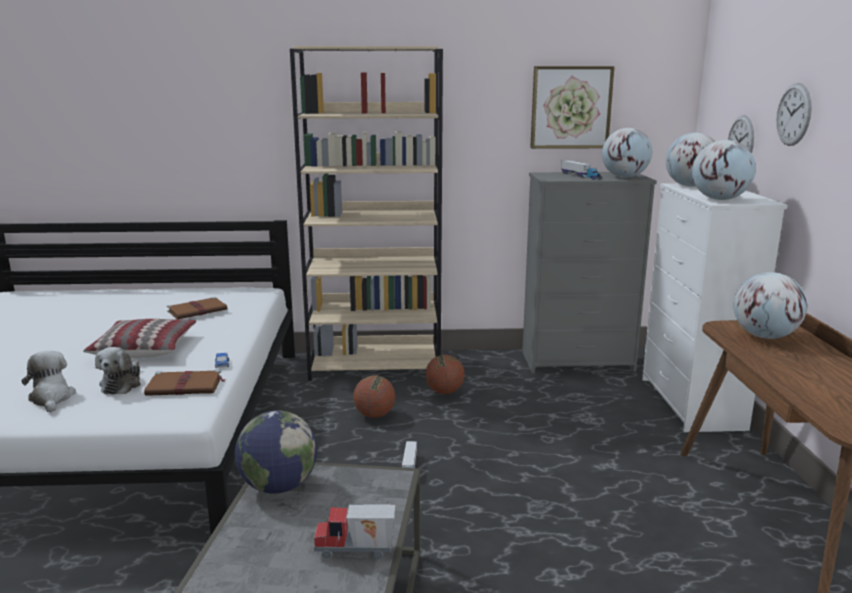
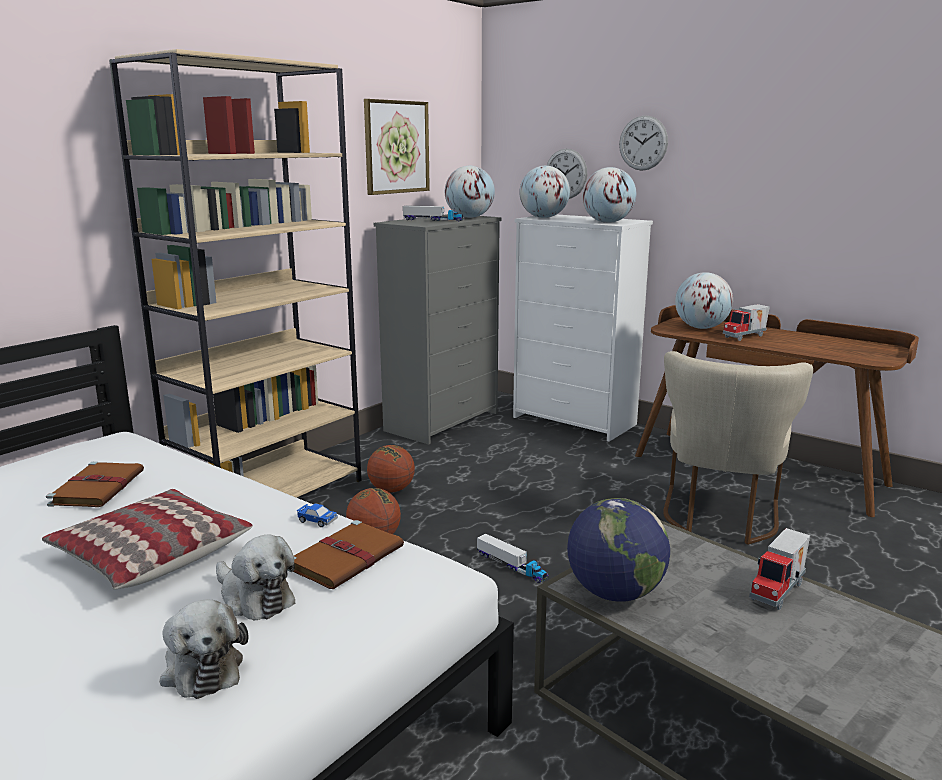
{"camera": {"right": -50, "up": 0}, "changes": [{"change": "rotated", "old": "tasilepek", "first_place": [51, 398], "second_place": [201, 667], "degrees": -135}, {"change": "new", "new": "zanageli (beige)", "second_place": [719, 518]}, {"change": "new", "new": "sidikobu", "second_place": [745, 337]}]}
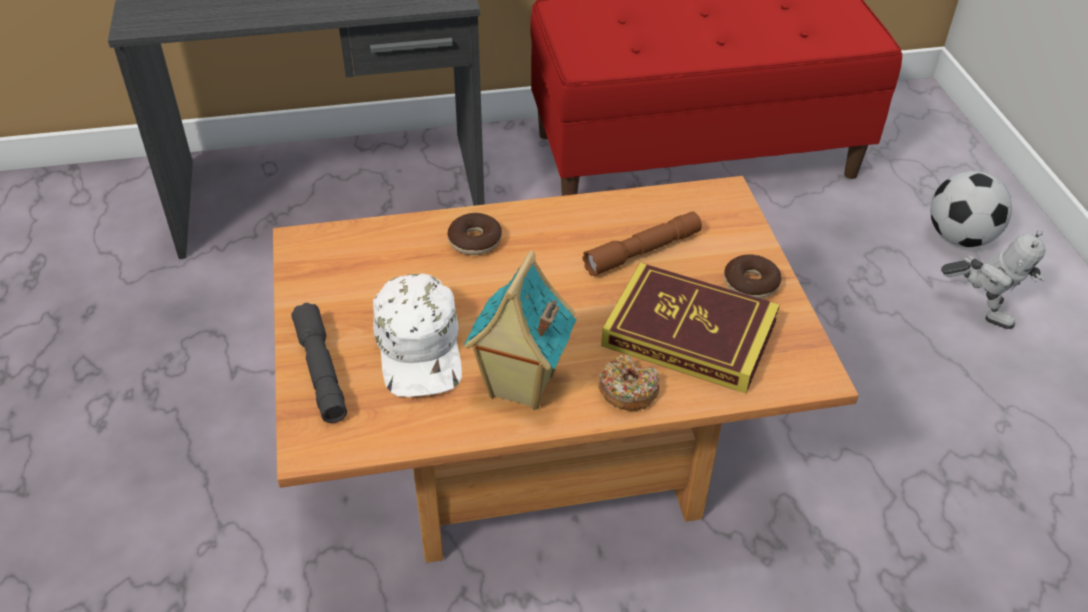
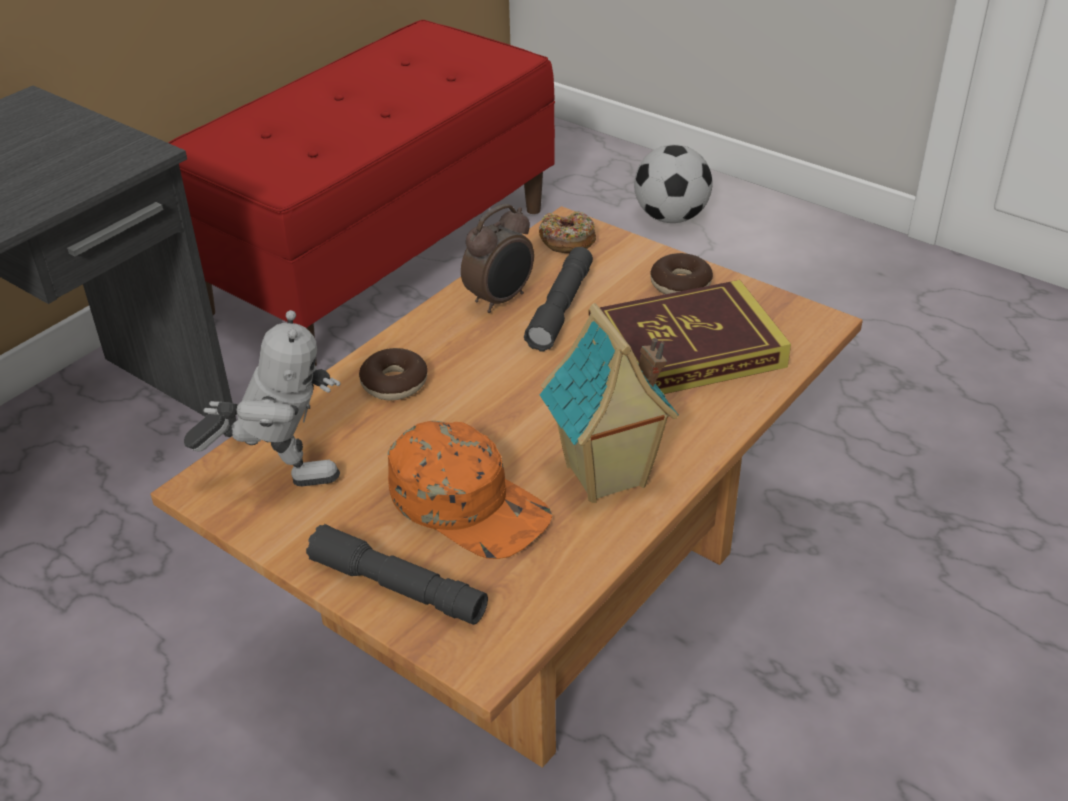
{"camera": {"right": -40, "up": -5}, "changes": [{"change": "repainted", "old": "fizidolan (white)", "new": "fizidolan (orange)", "first_place": [420, 347], "second_place": [469, 503]}, {"change": "repainted", "old": "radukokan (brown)", "new": "radukokan (grey)", "first_place": [642, 252], "second_place": [561, 308]}, {"change": "shifted", "old": "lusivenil", "first_place": [628, 390], "second_place": [567, 240]}, {"change": "shifted", "old": "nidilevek", "first_place": [980, 310], "second_place": [280, 475]}, {"change": "new", "new": "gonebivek", "second_place": [501, 300]}]}
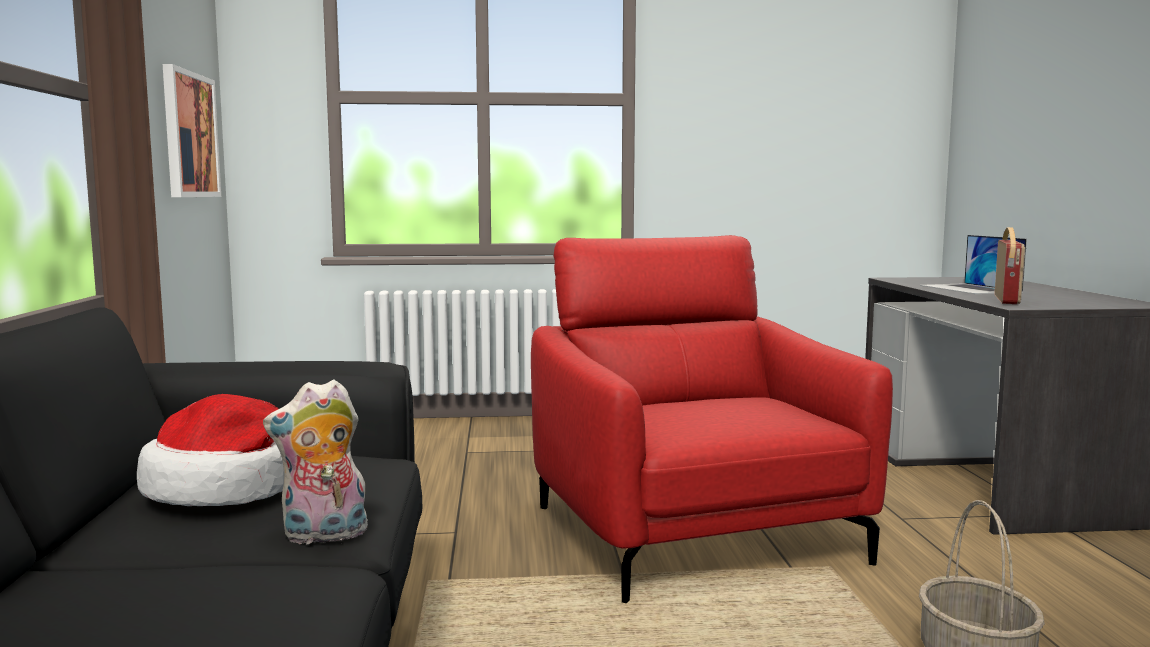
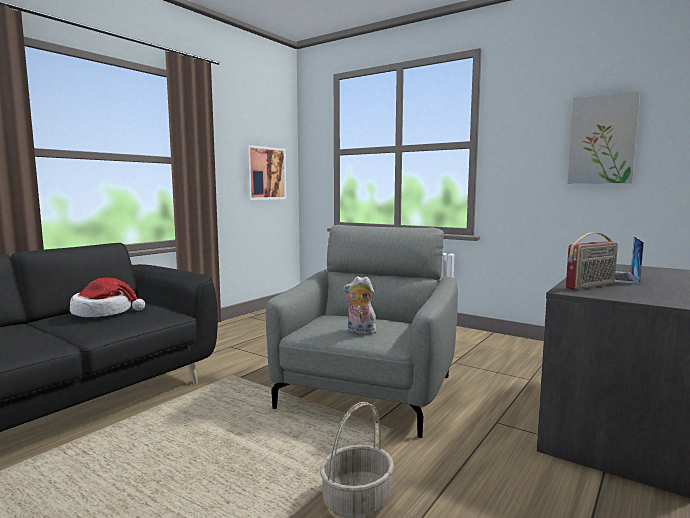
{"camera": {"right": 40, "up": 0}, "changes": [{"change": "shifted", "old": "tasilepek", "first_place": [323, 536], "second_place": [360, 332]}, {"change": "repainted", "old": "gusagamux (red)", "new": "gusagamux (grey)", "first_place": [696, 534], "second_place": [367, 392]}, {"change": "new", "new": "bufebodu", "second_place": [602, 140]}]}
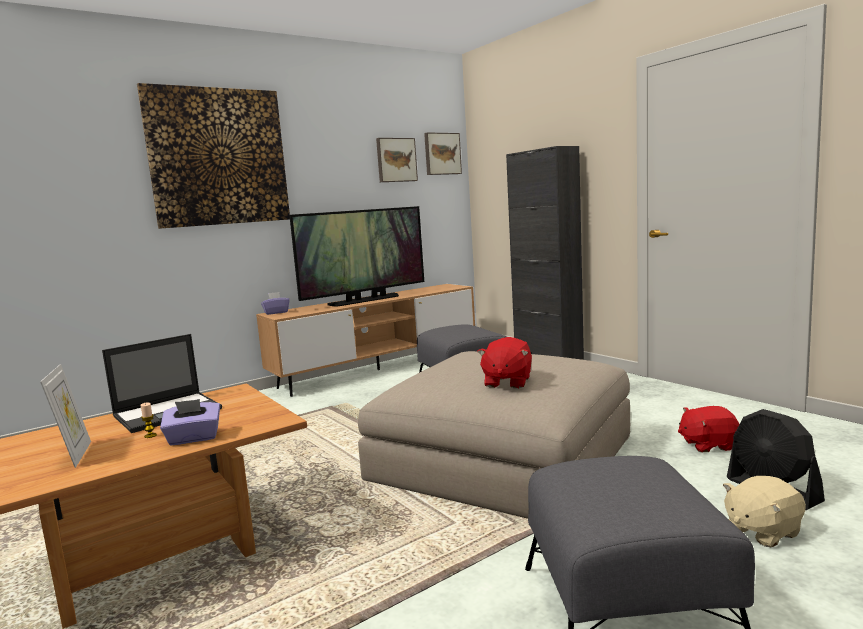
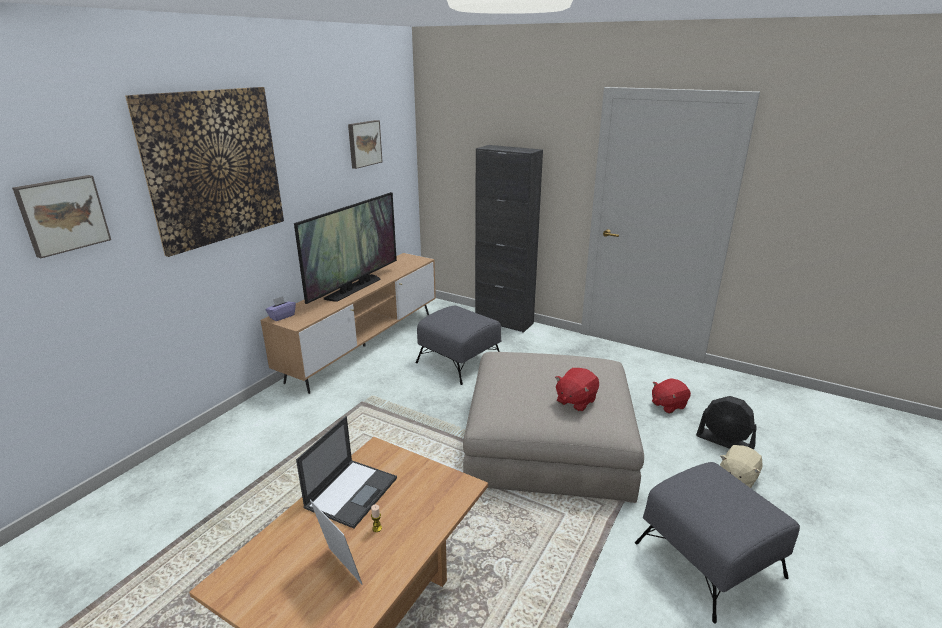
{"camera": {"right": -25, "up": 15}, "changes": [{"change": "gone", "old": "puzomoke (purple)", "first_place": [194, 438]}, {"change": "shifted", "old": "bufebodu", "first_place": [442, 154], "second_place": [63, 215]}, {"change": "rotated", "old": "tasilepek (red)", "first_place": [507, 382], "second_place": [575, 401], "degrees": 45}]}
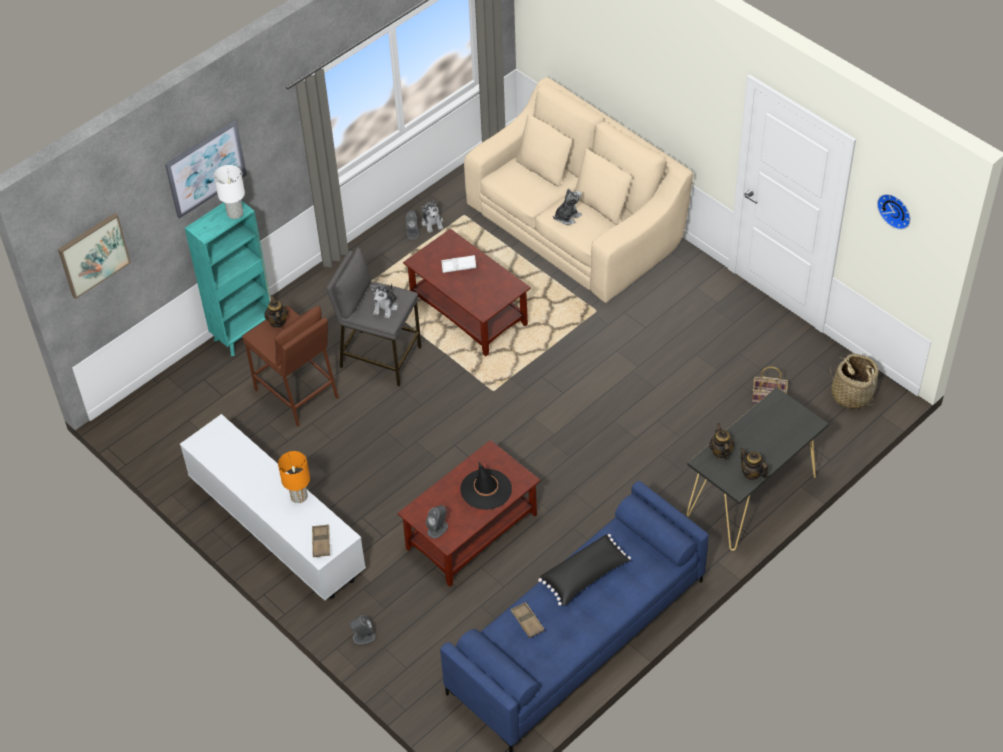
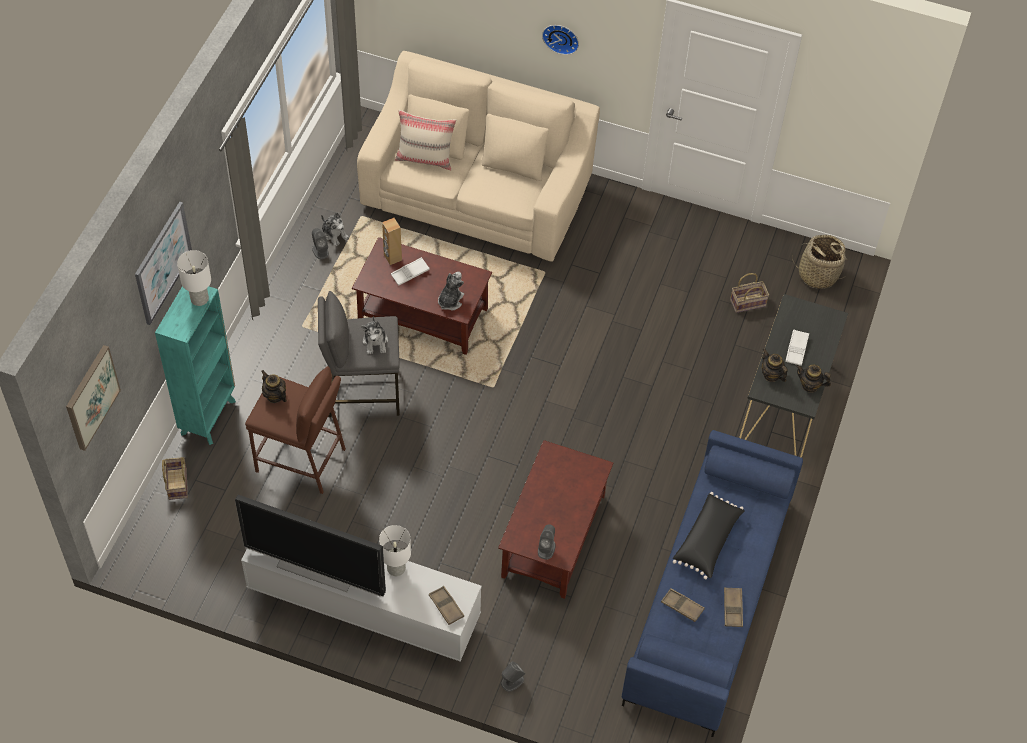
{"camera": {"right": -30, "up": 5}, "changes": [{"change": "repainted", "old": "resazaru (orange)", "new": "resazaru (white)", "first_place": [298, 497], "second_place": [396, 569]}, {"change": "gone", "old": "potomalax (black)", "first_place": [486, 489]}, {"change": "shifted", "old": "tasilepek", "first_place": [567, 217], "second_place": [450, 301]}, {"change": "shifted", "old": "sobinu", "first_place": [896, 209], "second_place": [561, 37]}, {"change": "new", "new": "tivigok", "second_place": [176, 483]}, {"change": "new", "new": "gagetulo", "second_place": [317, 569]}, {"change": "new", "new": "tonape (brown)", "second_place": [392, 258]}, {"change": "new", "new": "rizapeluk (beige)", "second_place": [425, 158]}, {"change": "new", "new": "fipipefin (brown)", "second_place": [732, 608]}, {"change": "new", "new": "fipipefin (white)", "second_place": [796, 349]}]}
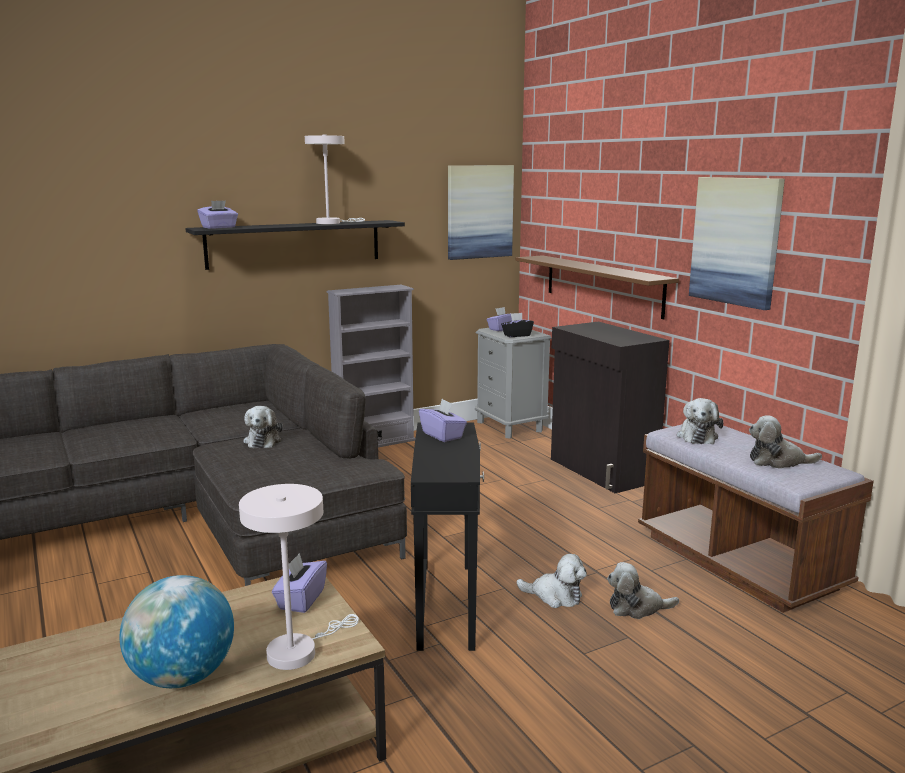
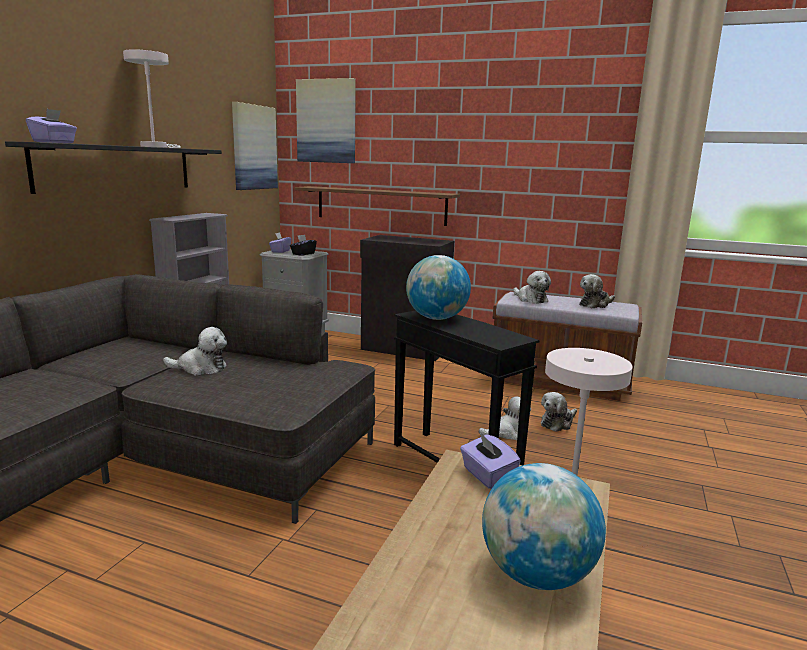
{"camera": {"right": -40, "up": 0}, "changes": [{"change": "rotated", "old": "tasilepek", "first_place": [263, 441], "second_place": [200, 368], "degrees": -45}, {"change": "swapped", "old": "puzomoke (purple)", "new": "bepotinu", "first_place": [443, 435], "second_place": [436, 318]}, {"change": "shifted", "old": "bufebodu", "first_place": [736, 241], "second_place": [326, 121]}]}
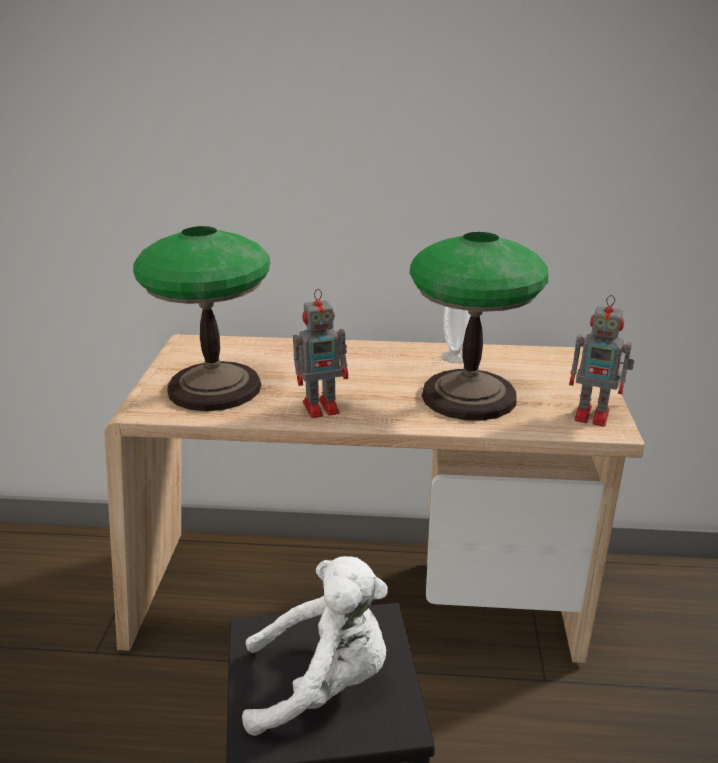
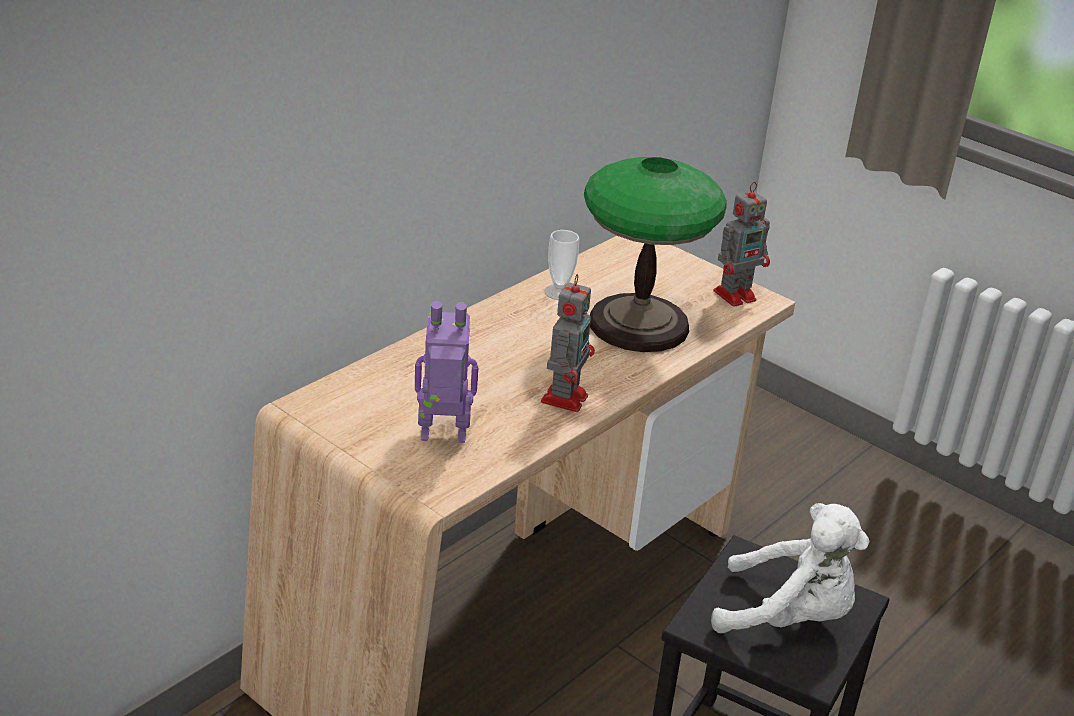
{"camera": {"right": -55, "up": 5}, "changes": [{"change": "swapped", "old": "resazaru", "new": "nidilevek", "first_place": [213, 388], "second_place": [443, 435]}, {"change": "rotated", "old": "tasilepek (white)", "first_place": [323, 684], "second_place": [788, 617], "degrees": 75}]}
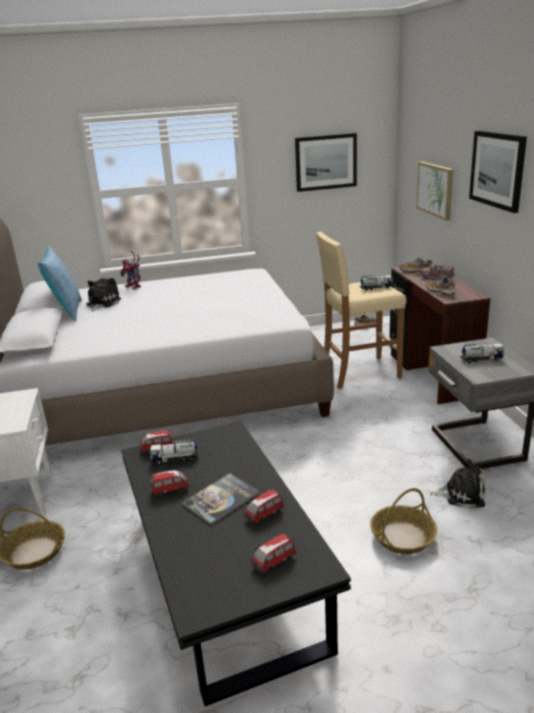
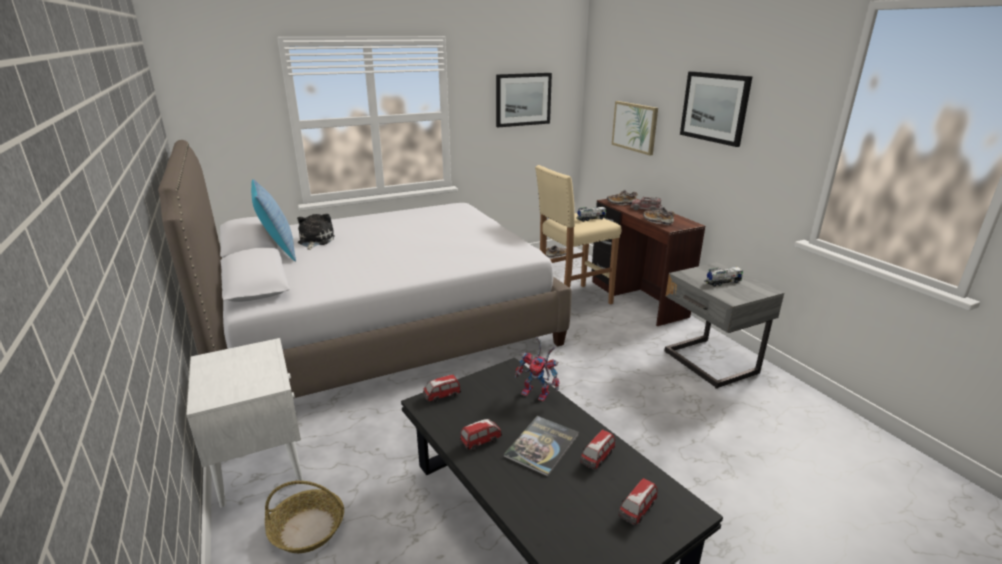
{"camera": {"right": -15, "up": 0}, "changes": [{"change": "shifted", "old": "nidilevek", "first_place": [135, 286], "second_place": [538, 393]}, {"change": "gone", "old": "sidikobu", "first_place": [175, 459]}, {"change": "gone", "old": "tivigok", "first_place": [402, 537]}, {"change": "gone", "old": "tasilepek", "first_place": [461, 494]}]}
